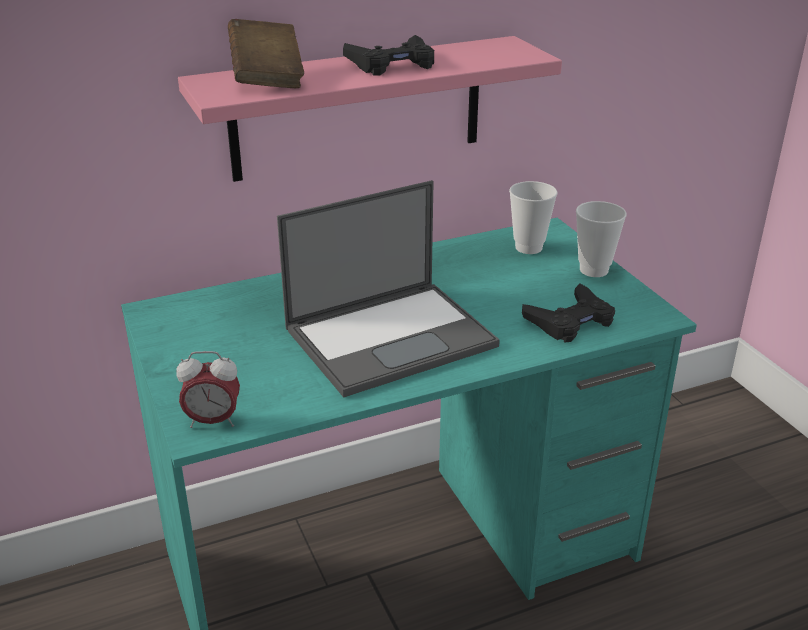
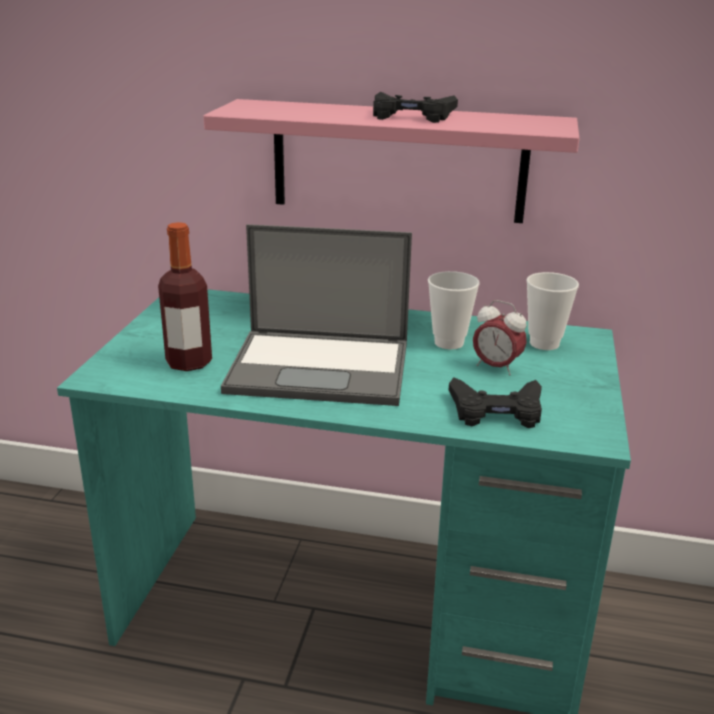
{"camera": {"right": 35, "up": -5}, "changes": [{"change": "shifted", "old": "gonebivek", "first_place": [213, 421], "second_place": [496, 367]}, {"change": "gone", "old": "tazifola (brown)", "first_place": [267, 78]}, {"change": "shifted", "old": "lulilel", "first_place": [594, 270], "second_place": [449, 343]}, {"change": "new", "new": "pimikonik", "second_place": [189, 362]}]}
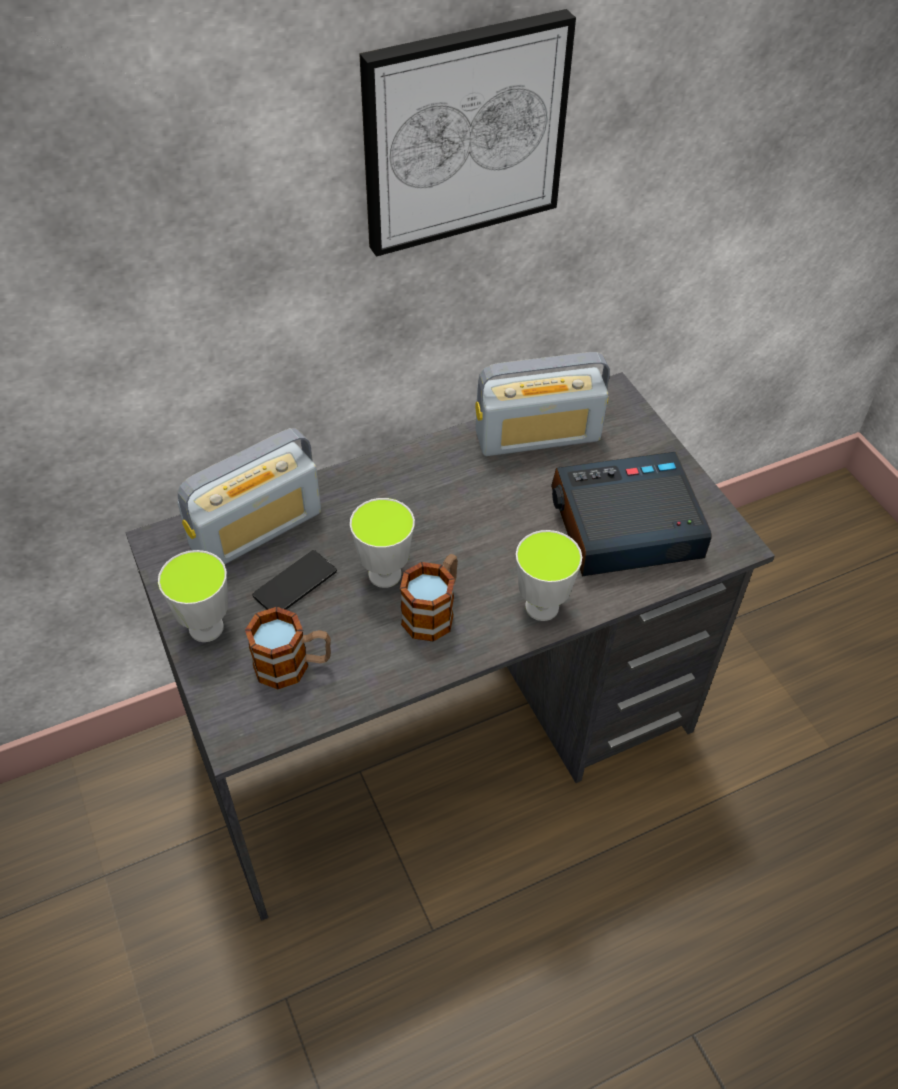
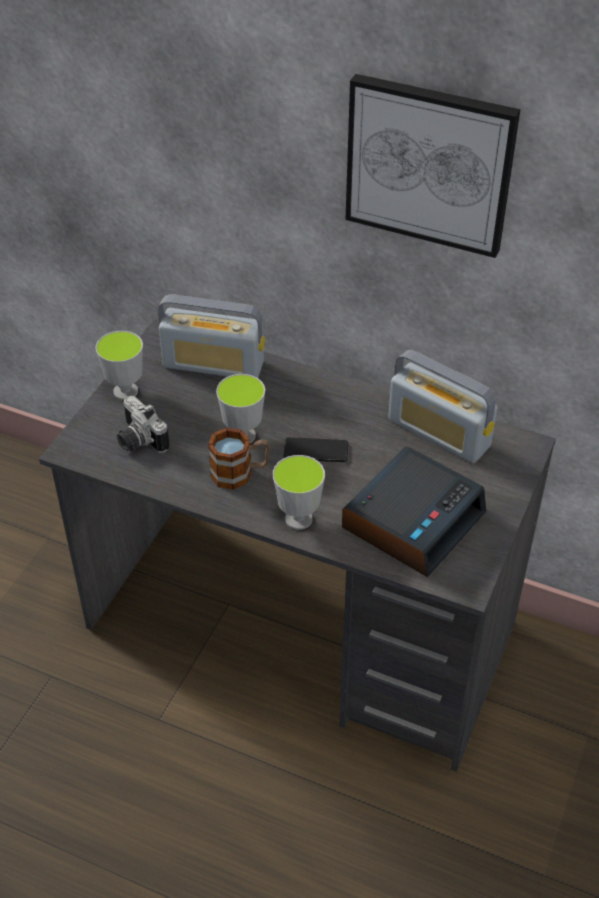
{"camera": {"right": 50, "up": -5}, "changes": [{"change": "swapped", "old": "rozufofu", "new": "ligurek", "first_place": [293, 665], "second_place": [138, 441]}, {"change": "shifted", "old": "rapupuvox", "first_place": [295, 584], "second_place": [316, 451]}, {"change": "rotated", "old": "gonebivek", "first_place": [624, 526], "second_place": [413, 519], "degrees": 90}]}
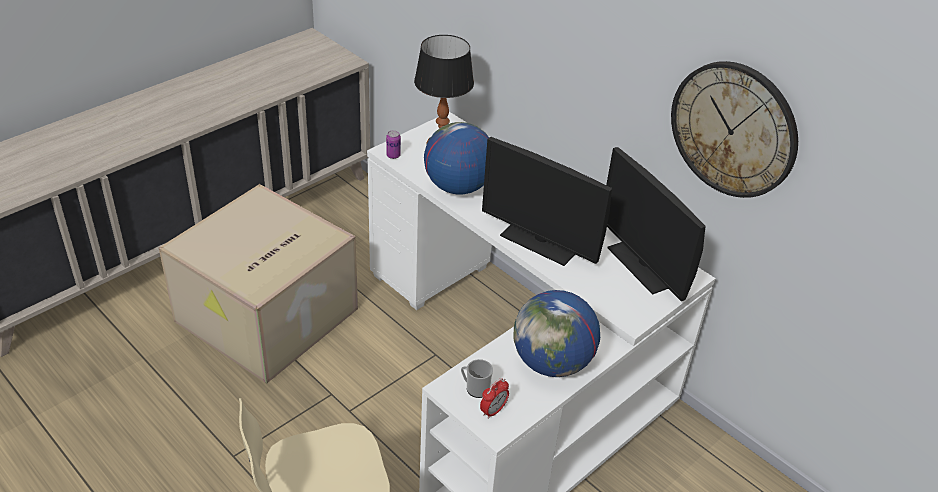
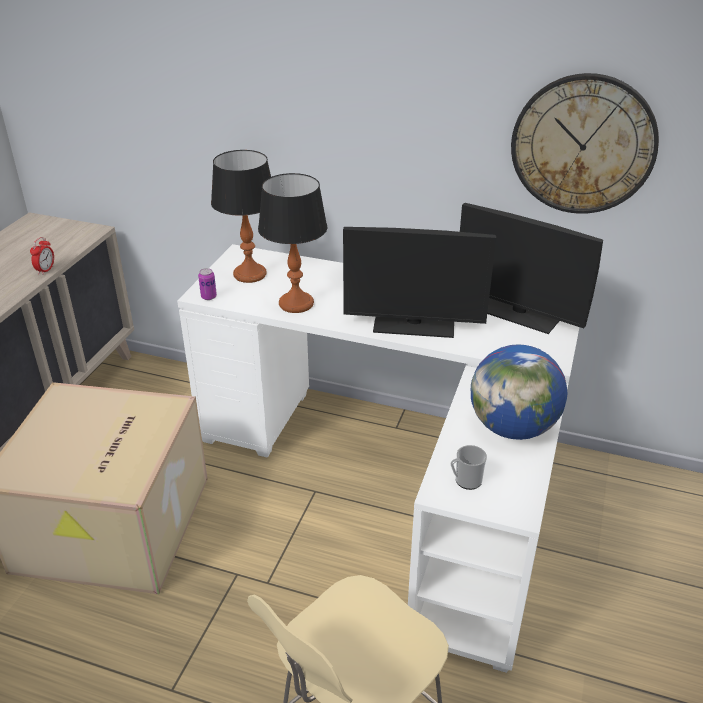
{"camera": {"right": -25, "up": -5}, "changes": [{"change": "swapped", "old": "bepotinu", "new": "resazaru", "first_place": [457, 187], "second_place": [296, 304]}, {"change": "shifted", "old": "gonebivek", "first_place": [493, 411], "second_place": [46, 270]}]}
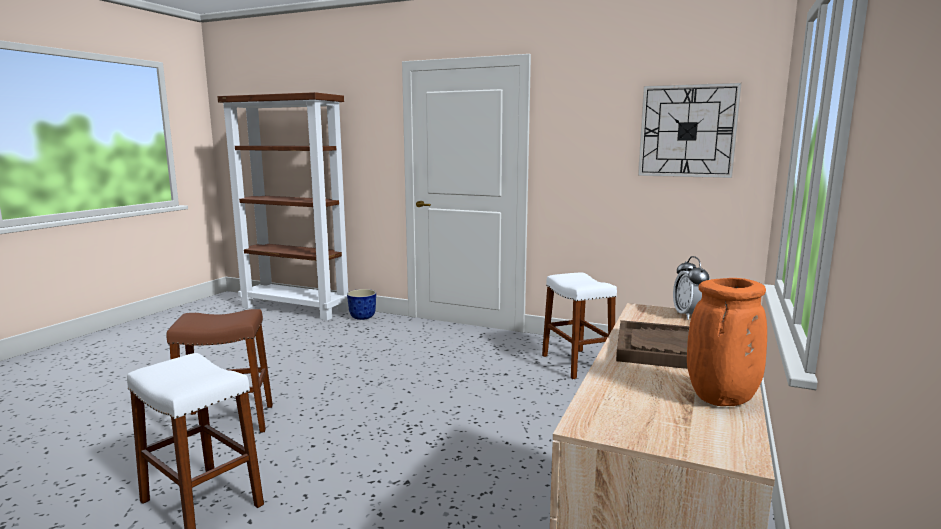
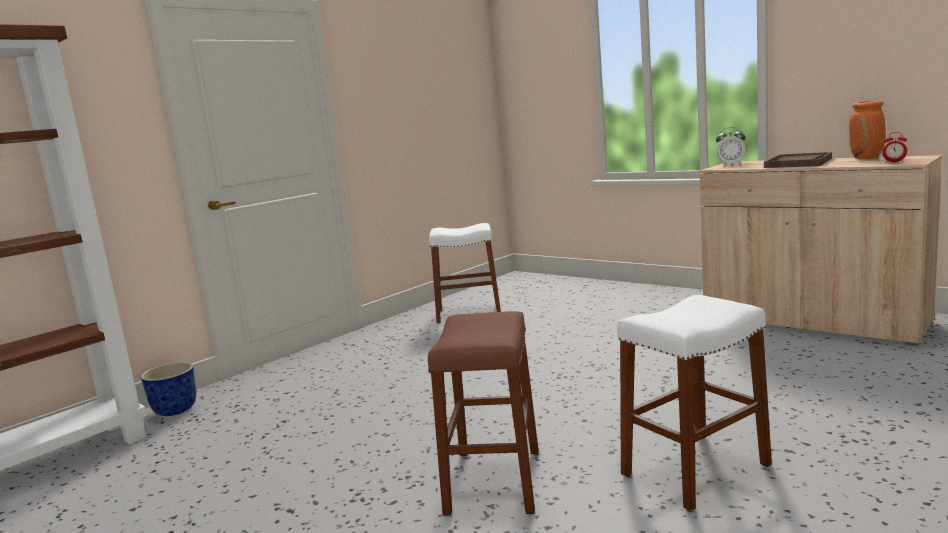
{"camera": {"right": -70, "up": 0}, "changes": [{"change": "gone", "old": "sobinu", "first_place": [687, 131]}, {"change": "new", "new": "gonebivek", "second_place": [894, 163]}]}
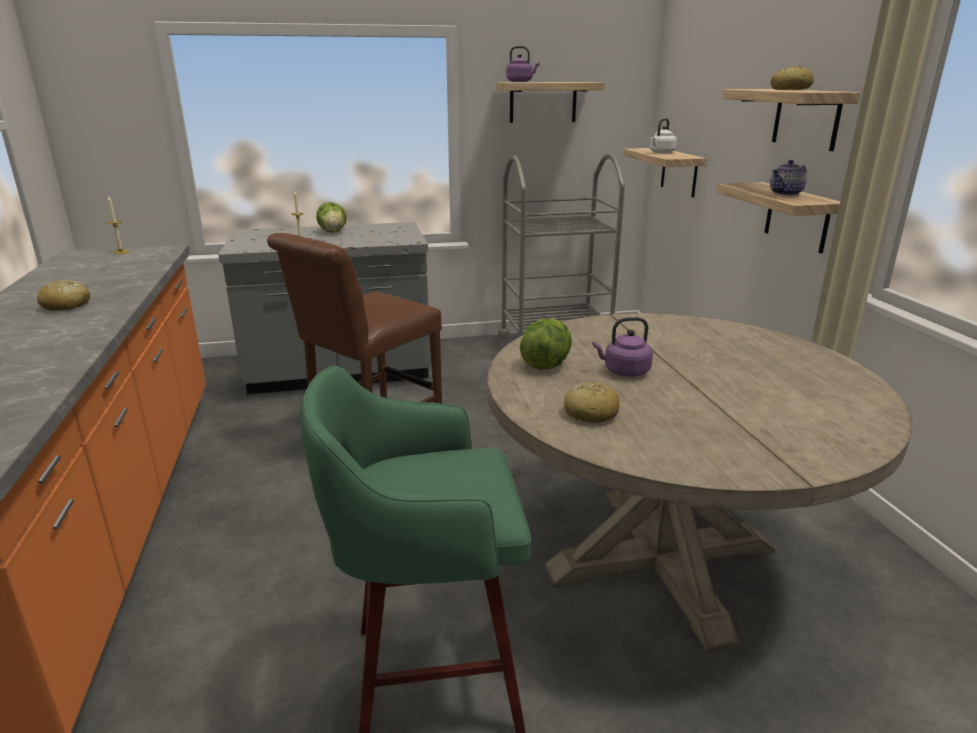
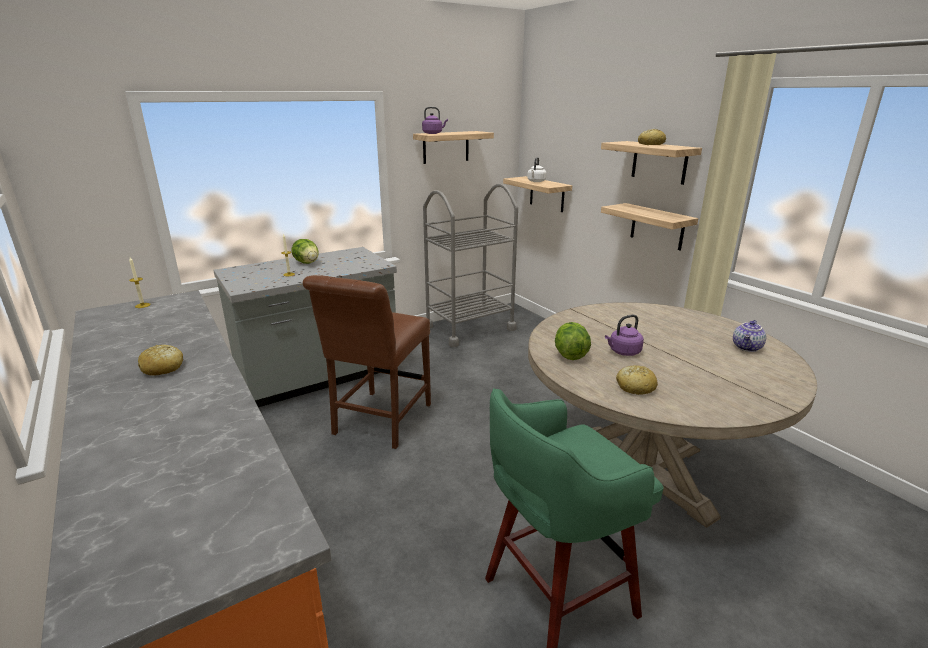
{"camera": {"right": -20, "up": 0}, "changes": [{"change": "shifted", "old": "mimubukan", "first_place": [786, 194], "second_place": [747, 348]}]}
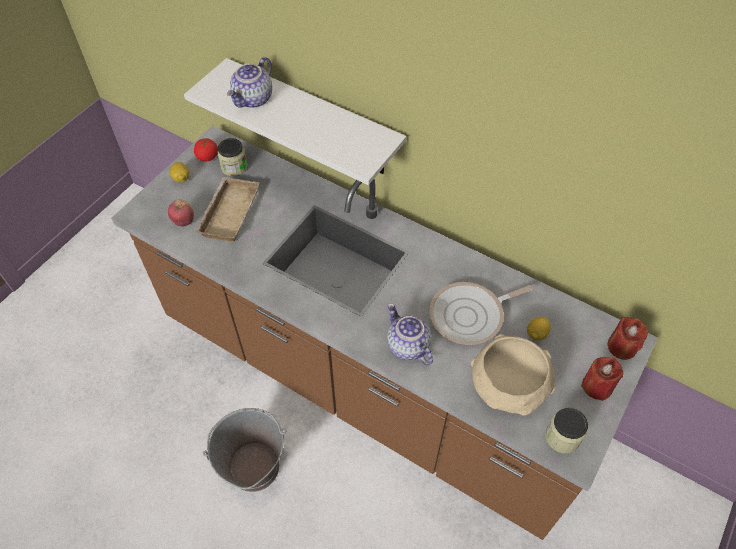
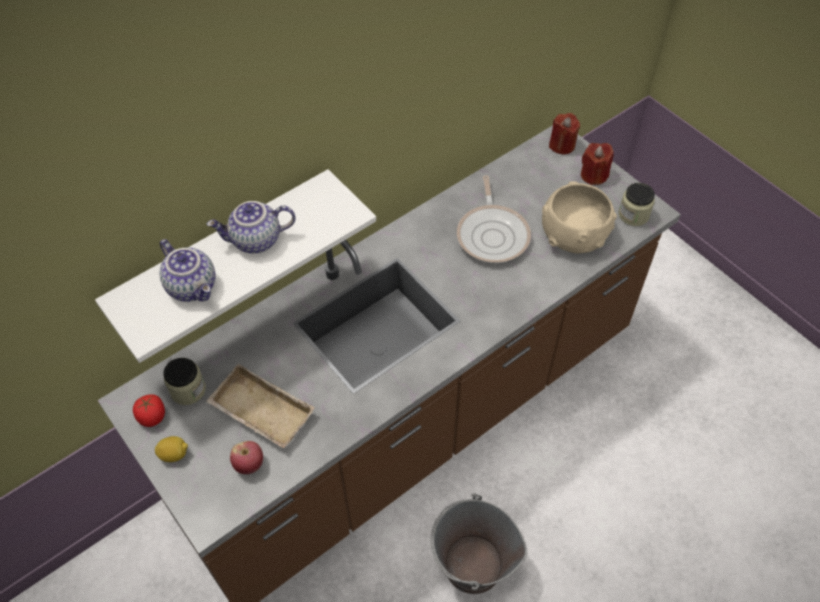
{"camera": {"right": -70, "up": 0}, "changes": [{"change": "shifted", "old": "mimubukan", "first_place": [407, 346], "second_place": [256, 241]}, {"change": "gone", "old": "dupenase", "first_place": [536, 334]}]}
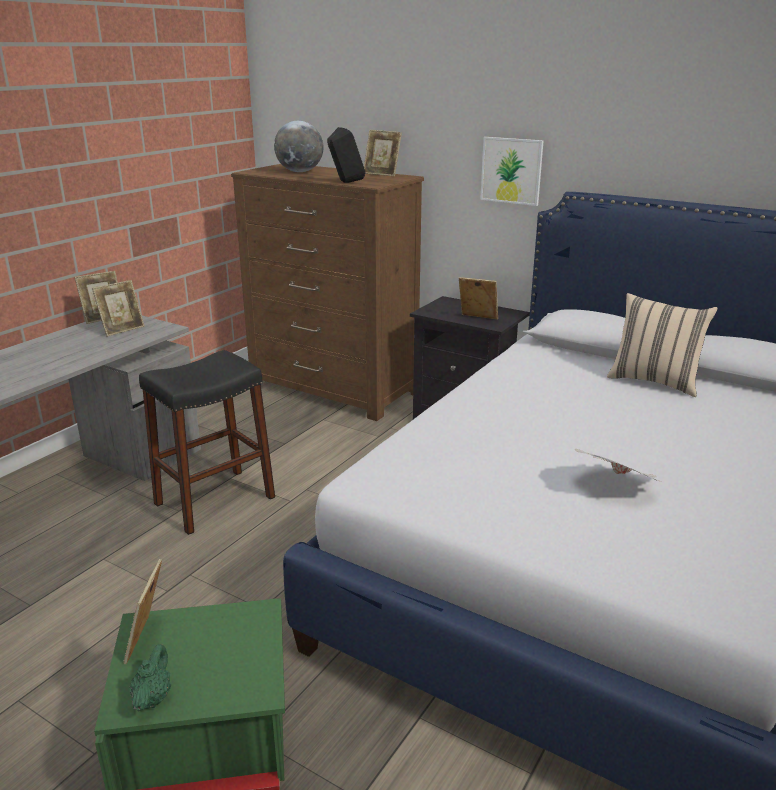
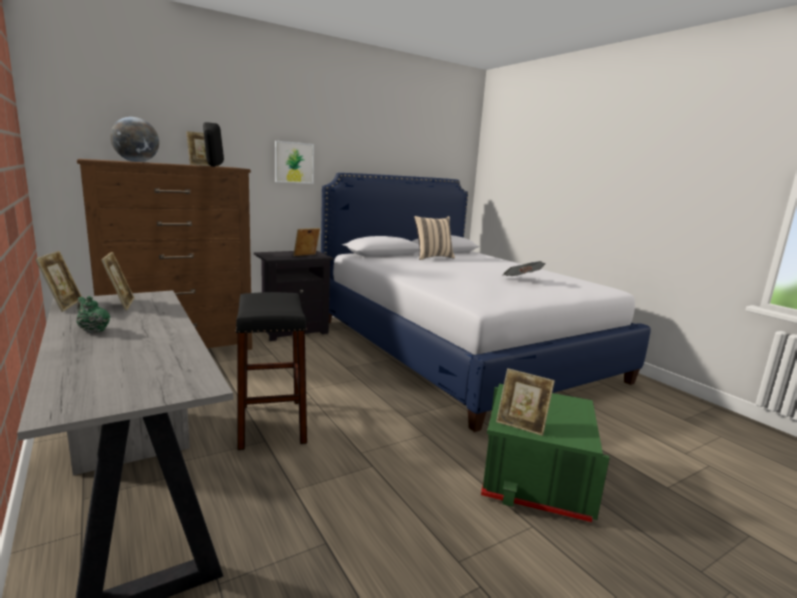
{"camera": {"right": -65, "up": -10}, "changes": [{"change": "shifted", "old": "mimubukan (green)", "first_place": [153, 697], "second_place": [93, 330]}]}
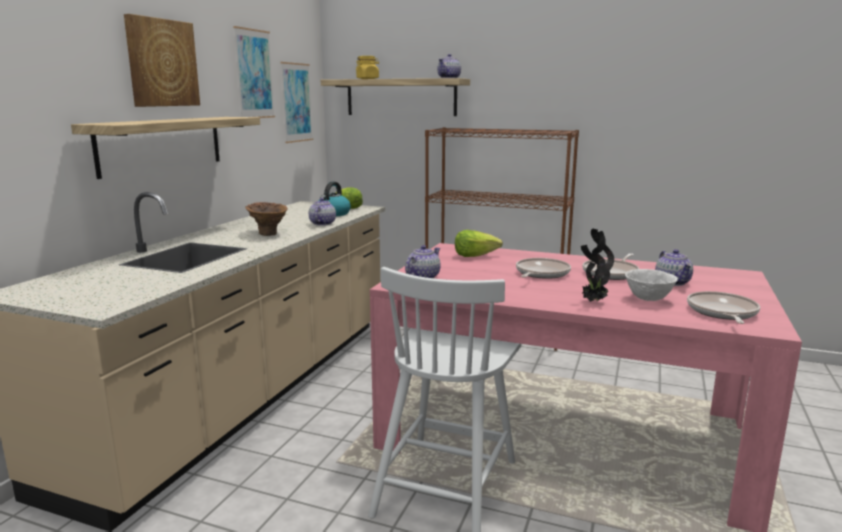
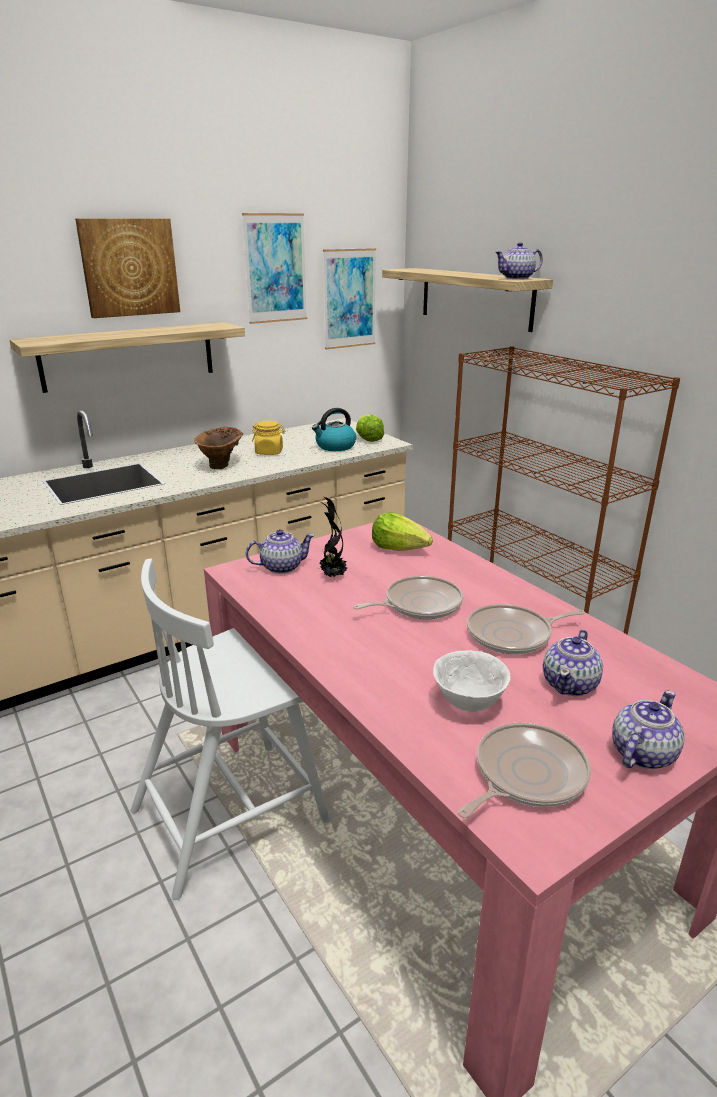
{"camera": {"right": 35, "up": 10}, "changes": [{"change": "shifted", "old": "mimubukan", "first_place": [322, 223], "second_place": [641, 754]}, {"change": "shifted", "old": "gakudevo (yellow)", "first_place": [367, 79], "second_place": [269, 452]}, {"change": "shifted", "old": "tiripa", "first_place": [593, 301], "second_place": [332, 576]}]}
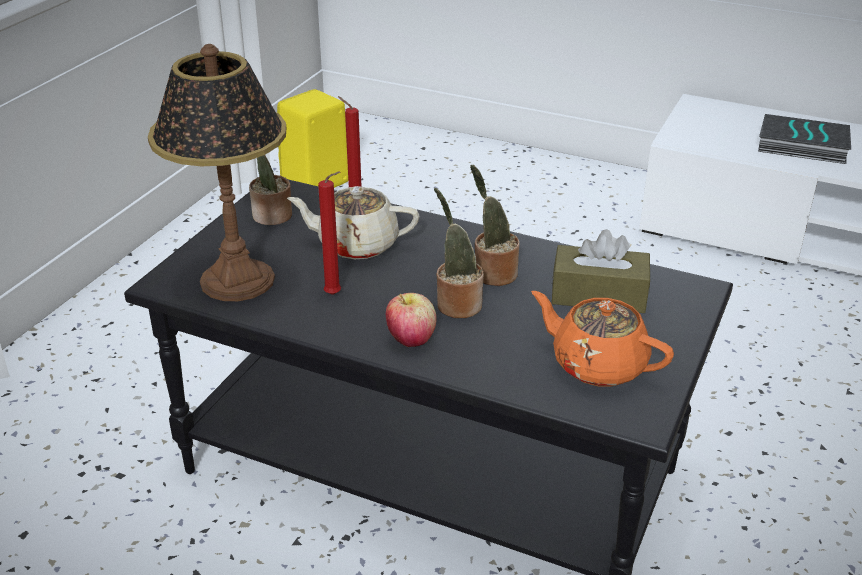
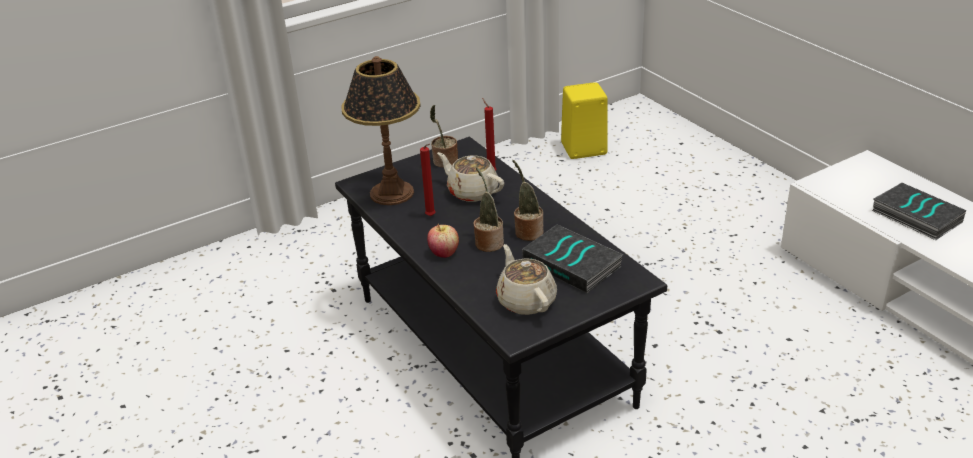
{"camera": {"right": 35, "up": 0}, "changes": [{"change": "repainted", "old": "mimubukan (orange)", "new": "mimubukan (beige)", "first_place": [597, 364], "second_place": [526, 300]}, {"change": "swapped", "old": "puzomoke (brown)", "new": "tazifola", "first_place": [598, 295], "second_place": [573, 264]}]}
